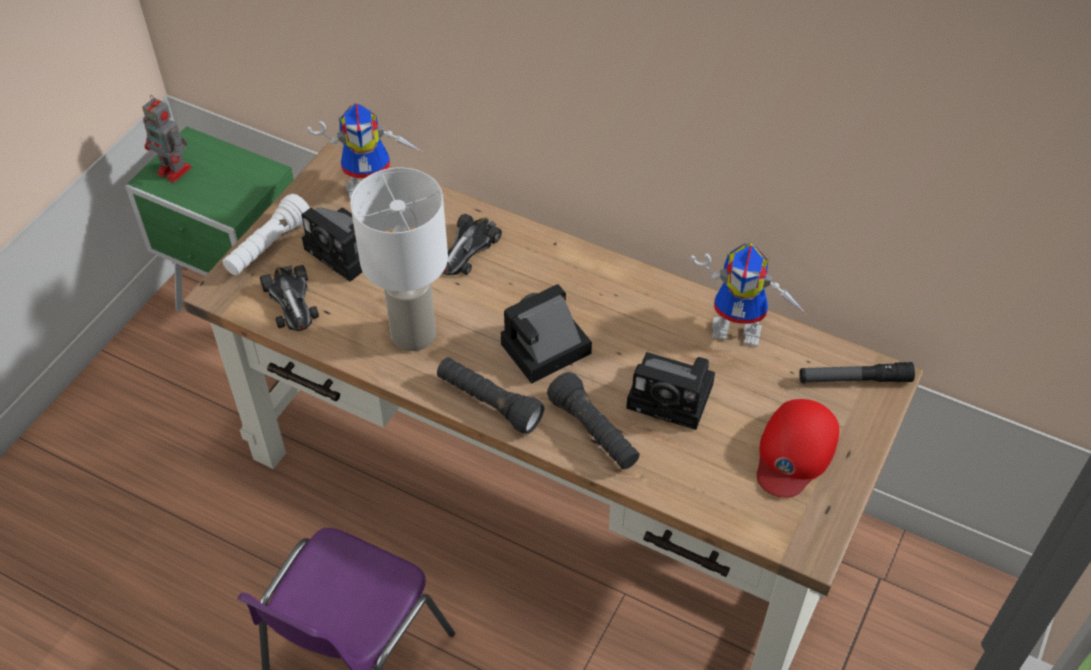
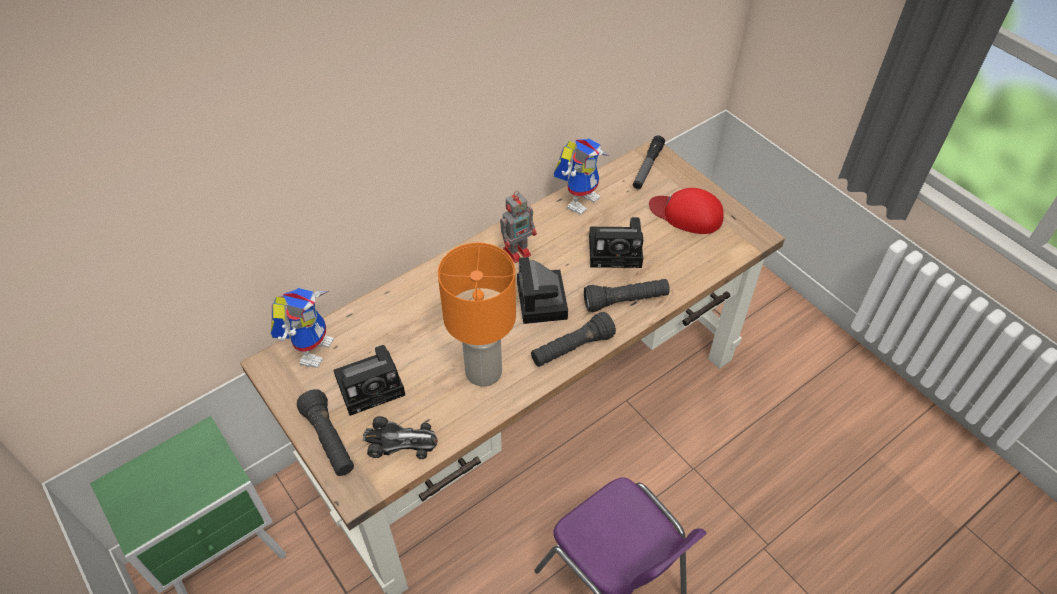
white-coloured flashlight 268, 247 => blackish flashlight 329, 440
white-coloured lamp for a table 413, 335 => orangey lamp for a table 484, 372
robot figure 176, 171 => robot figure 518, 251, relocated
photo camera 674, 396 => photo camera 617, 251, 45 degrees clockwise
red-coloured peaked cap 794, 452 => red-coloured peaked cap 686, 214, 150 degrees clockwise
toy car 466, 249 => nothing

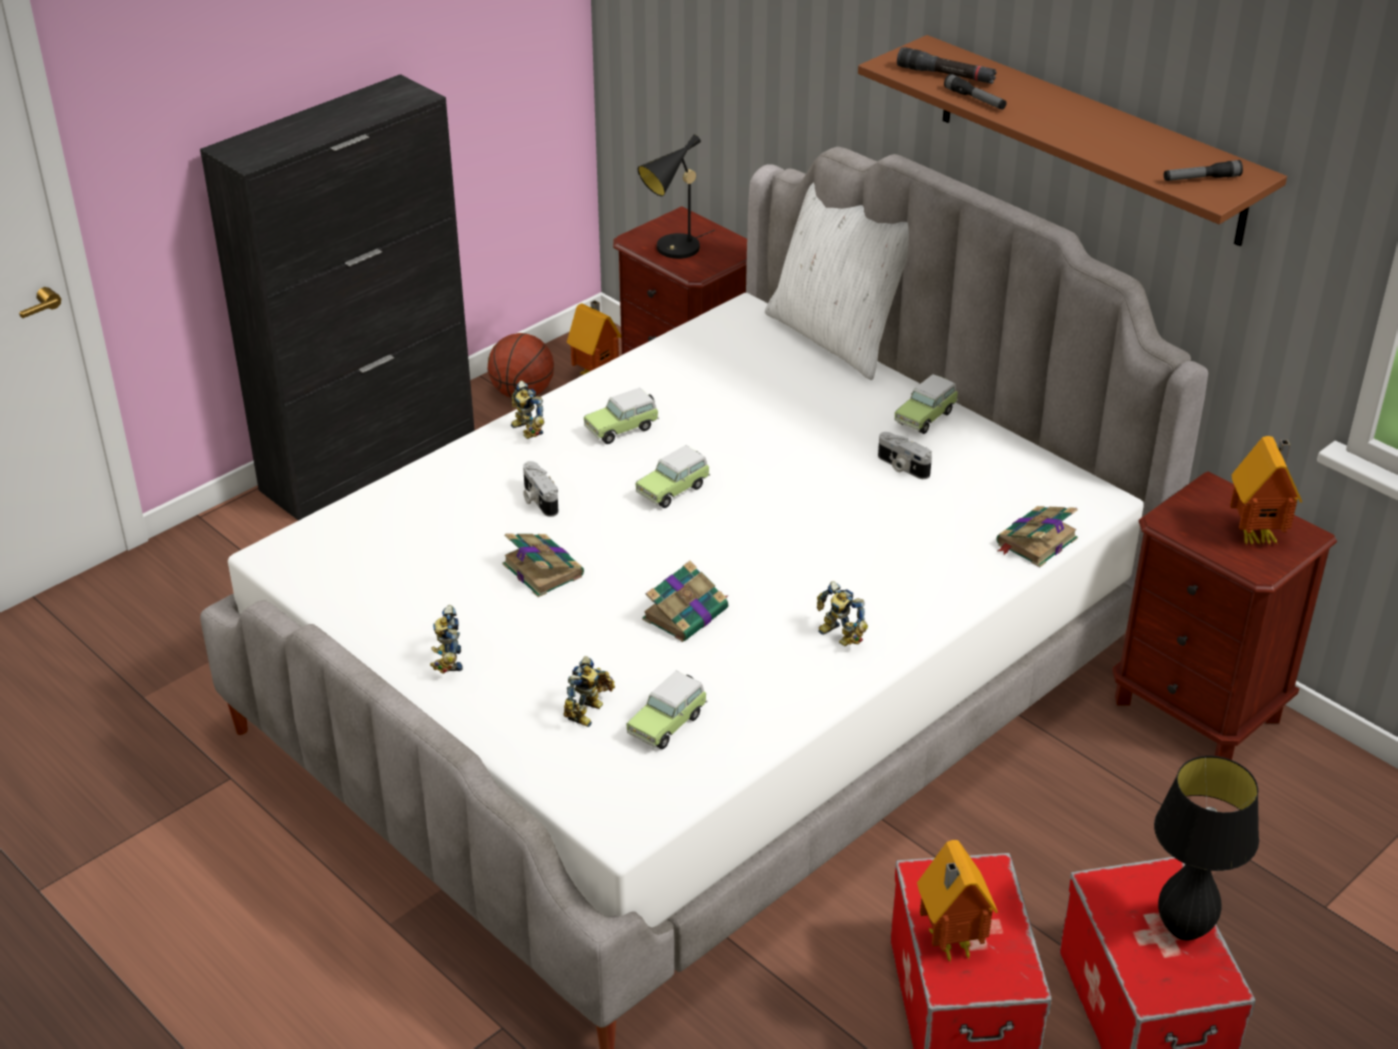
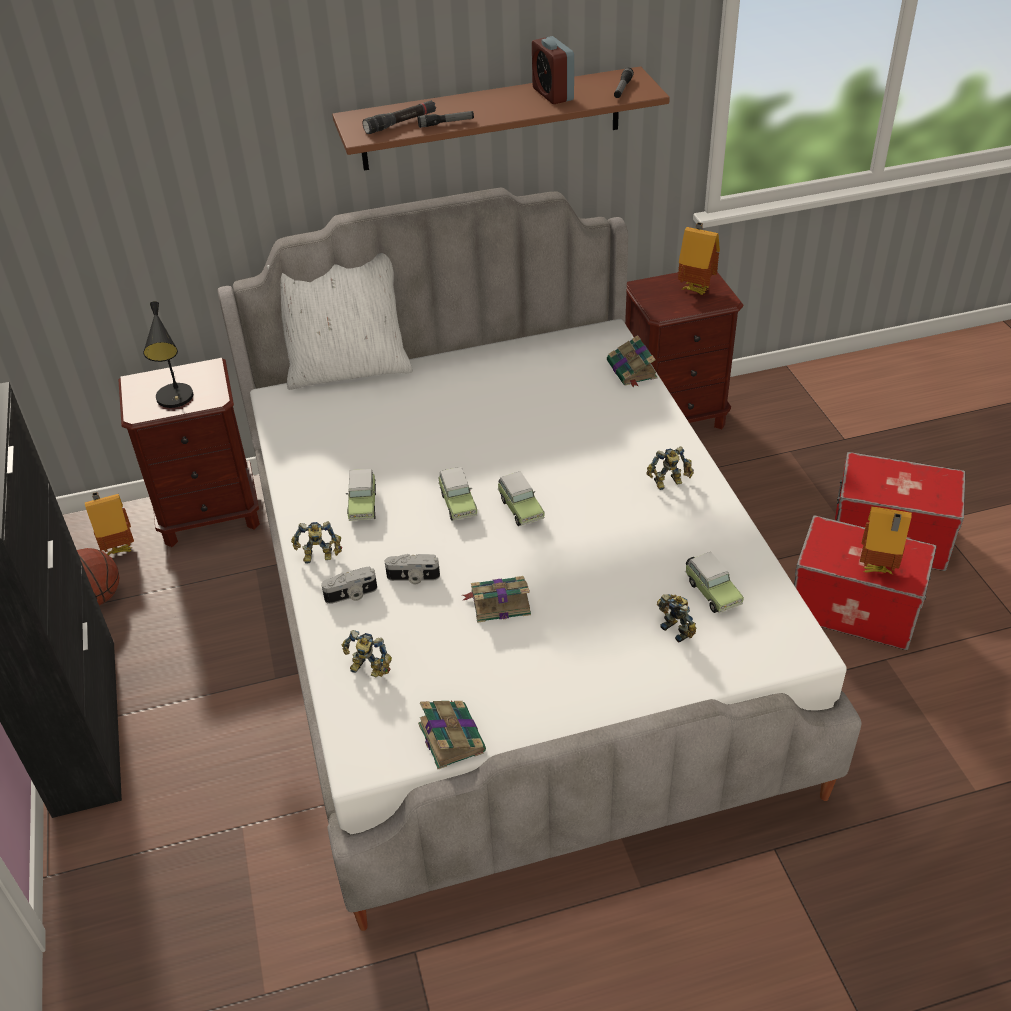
photo camera 901, 467 => photo camera 351, 595, relocated
robot figure 446, 661 => robot figure 367, 670, relocated
book 686, 613 => book 451, 736, relocated
toy car 926, 416 => toy car 520, 508, relocated
nothing => table clock 553, 94
blackish lamp for a table 1183, 930 => nothing

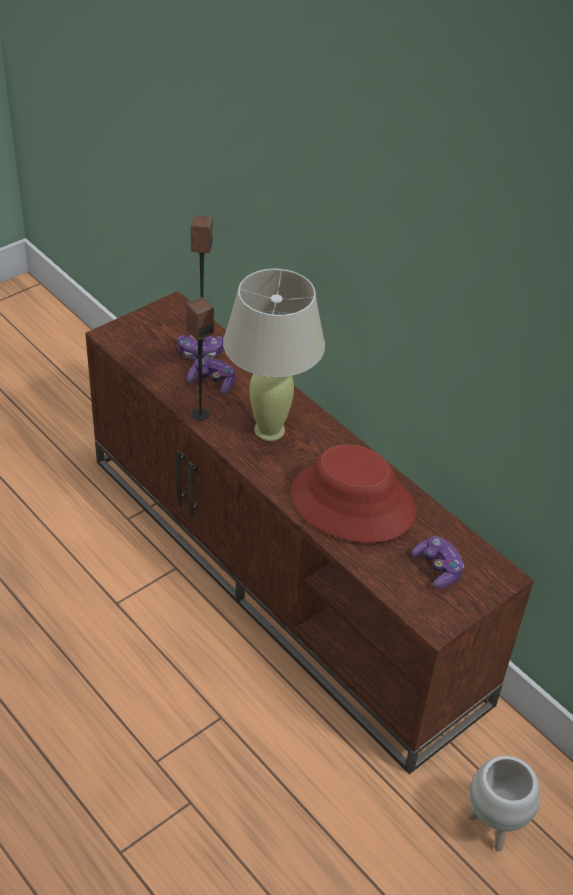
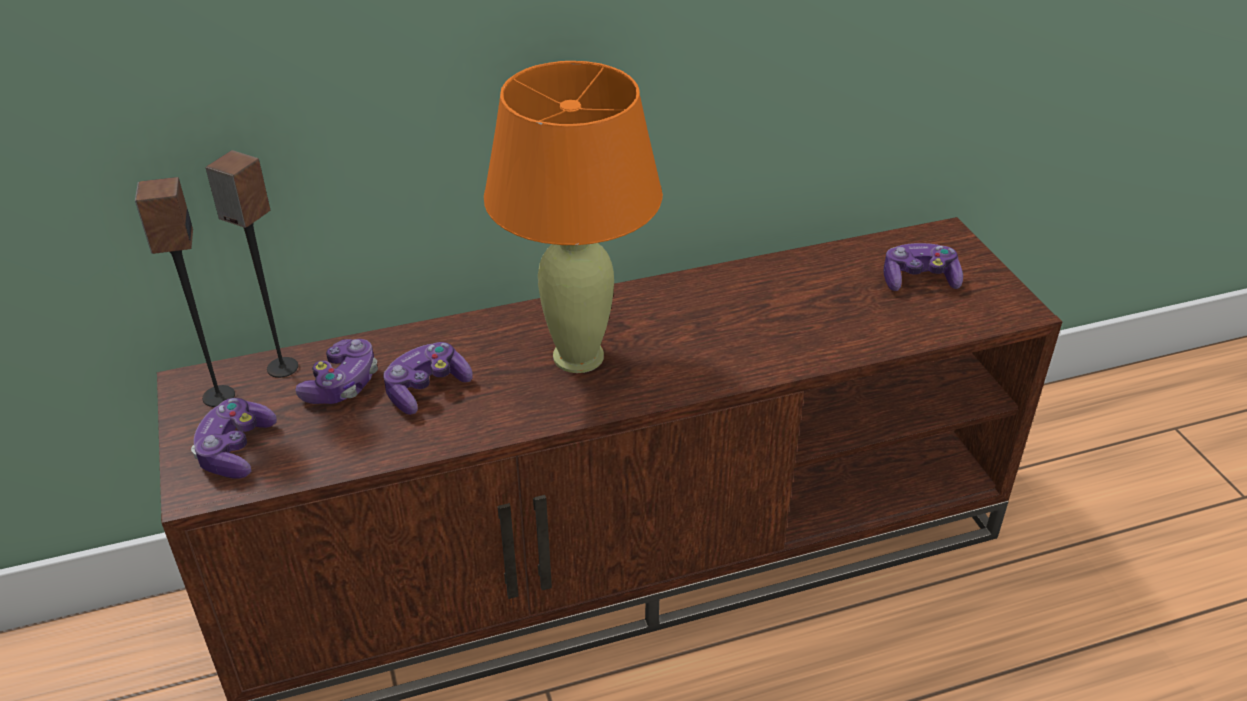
loudspeaker 200, 414 => loudspeaker 218, 396, relocated
nothing => game controller 236, 450
sand-coloured lamp for a table 269, 430 => orangey lamp for a table 577, 356
red-coloured hat 352, 503 => nothing
white-coloured flower pot 494, 827 => nothing

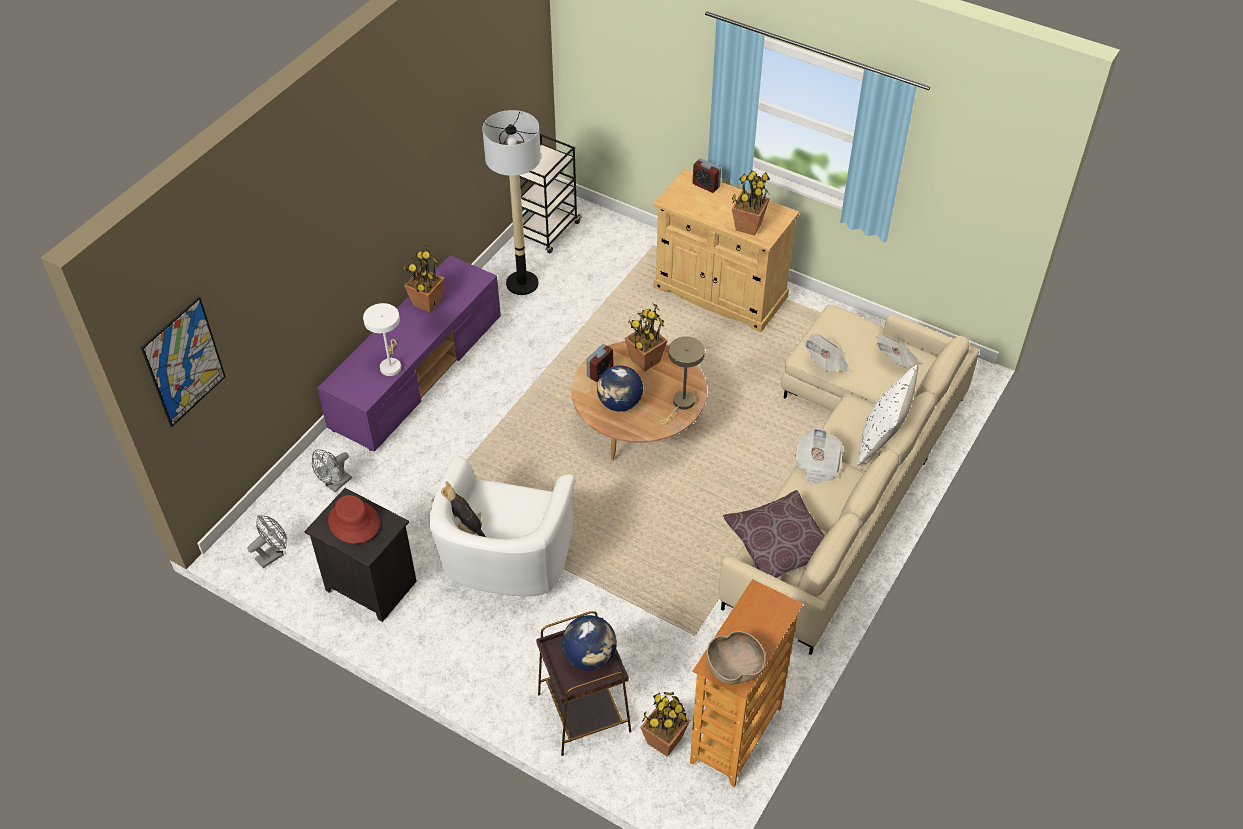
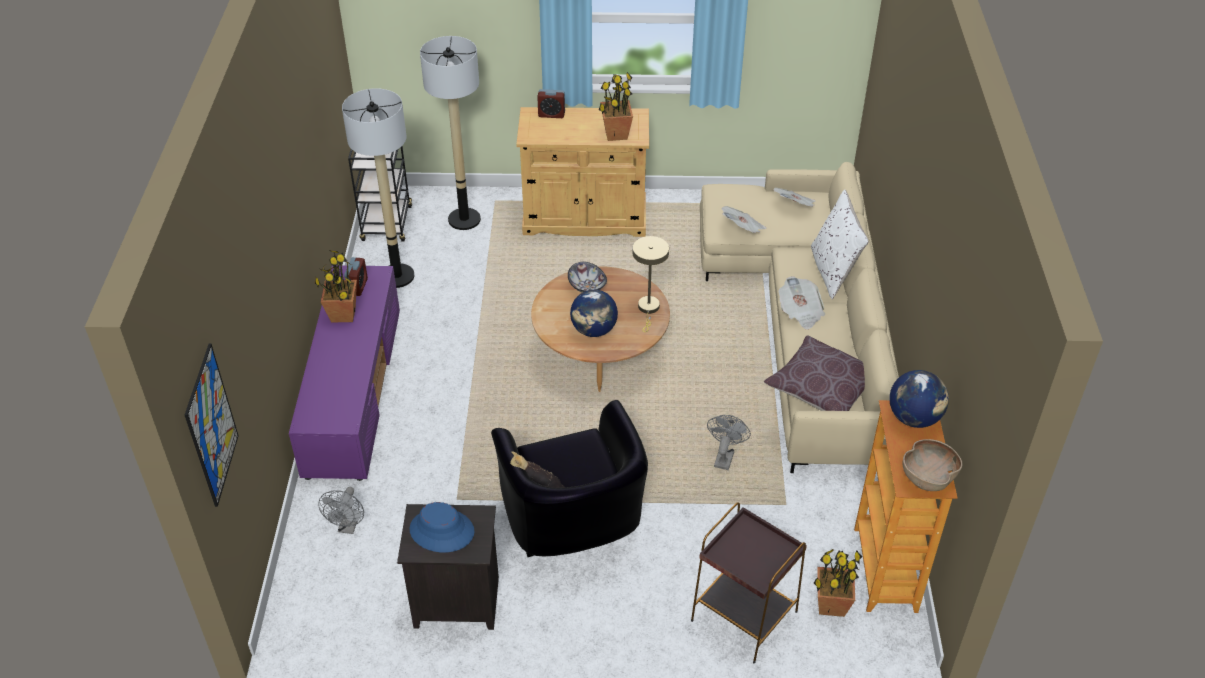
table clock 600, 372 => table clock 357, 287, relocated
red-coloured hat 353, 522 => bluish hat 441, 531
nothing => standard lamp 464, 219
white-coloured lounge chair 505, 567 => blackish lounge chair 574, 525
plant in a pot 645, 361 => bowl 587, 286
greyish electric fan 273, 554 => greyish electric fan 724, 456, relocated
globe 590, 657 => globe 914, 418, relocated
white-coloured lamp for a table 390, 365 => nothing

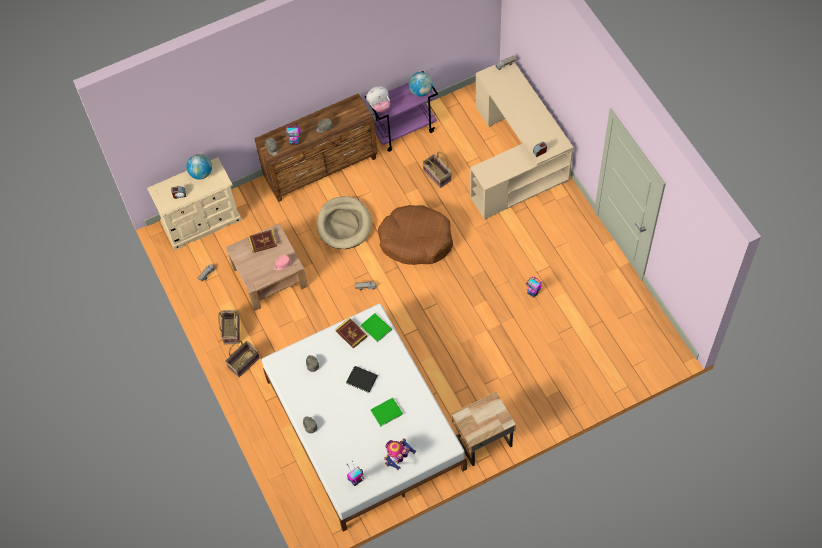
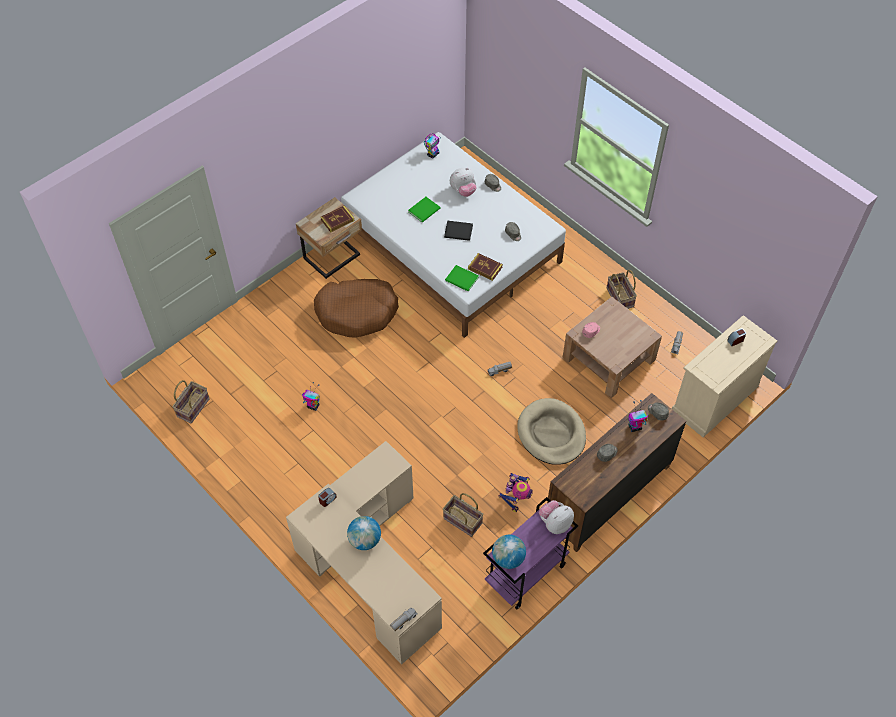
household basket 244, 363 => household basket 192, 407, relocated
brownish pet bed 416, 240 => brownish pet bed 357, 312, relocated
book 263, 242 => book 337, 220, relocated
globe 201, 173 => globe 365, 540, relocated
nothing => plush toy 463, 191
robot figure 398, 459 => robot figure 516, 498, relocated

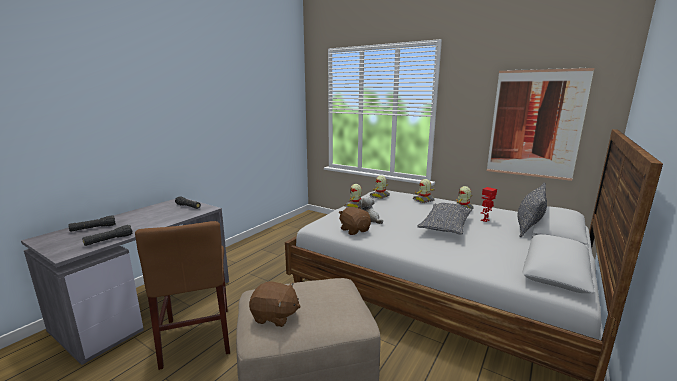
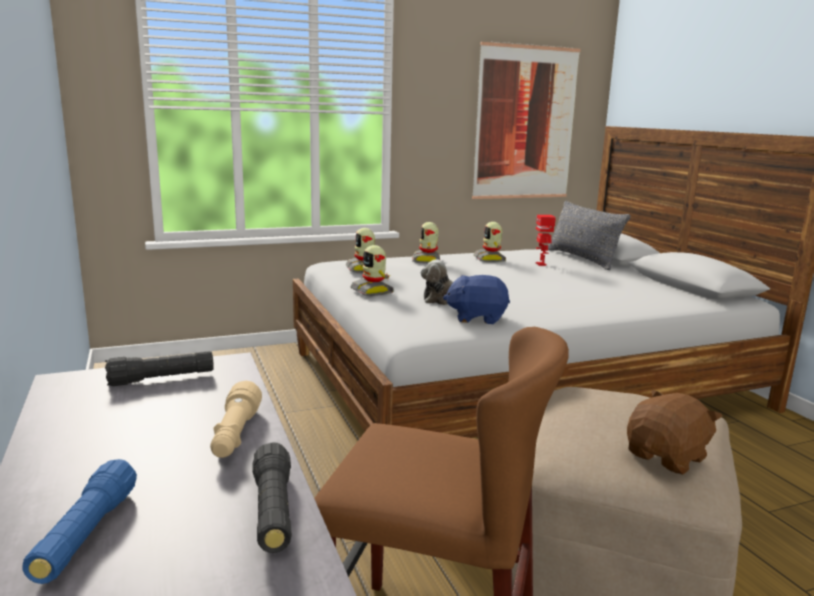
blackish flashlight 93, 228 => bluish flashlight 86, 535
nothing => sand-coloured flashlight 235, 435
brownish plush toy 354, 230 => bluish plush toy 477, 318
greyish cushion 445, 226 => nothing

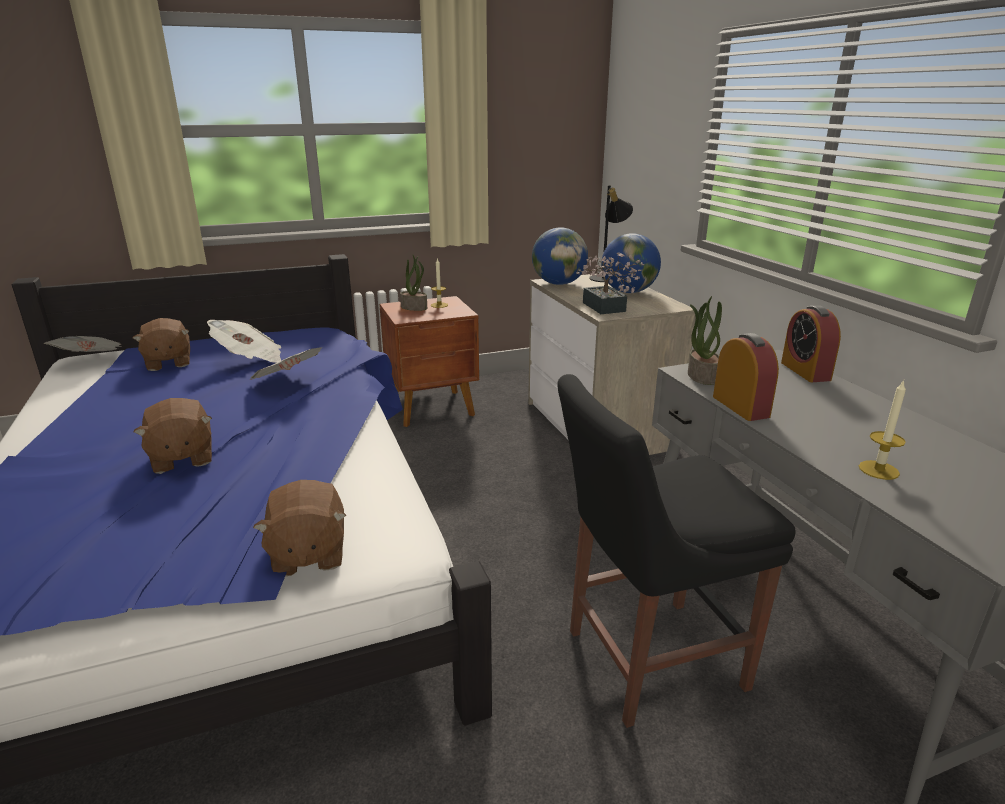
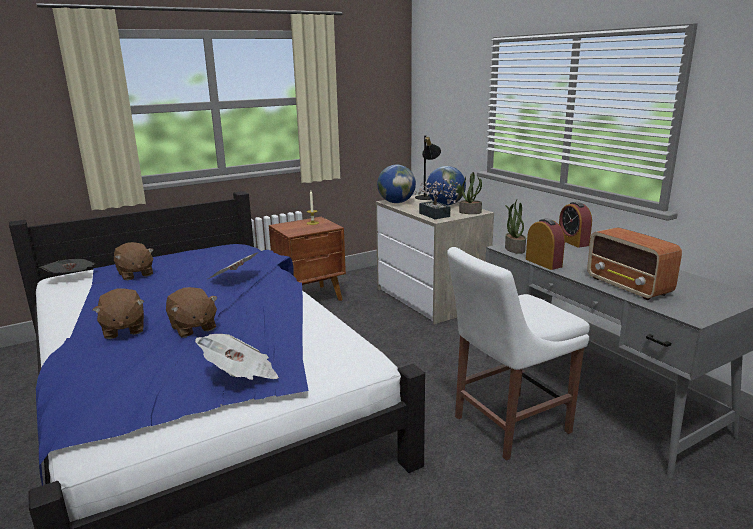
brownish plush toy 307, 554 => brownish plush toy 123, 329, relocated
printed paper 250, 358 => printed paper 241, 375, relocated
blackish upright chair 646, 660 => white-coloured upright chair 506, 425
plant in a pot 414, 307 => plant in a pot 470, 212, relocated
candle 878, 470 => radio receiver 628, 286

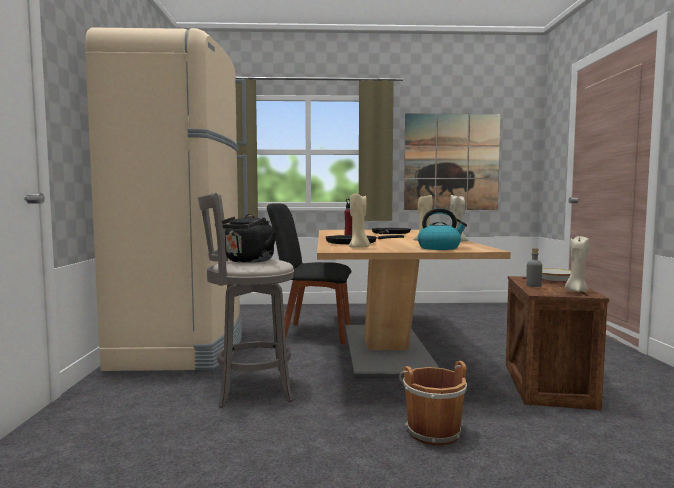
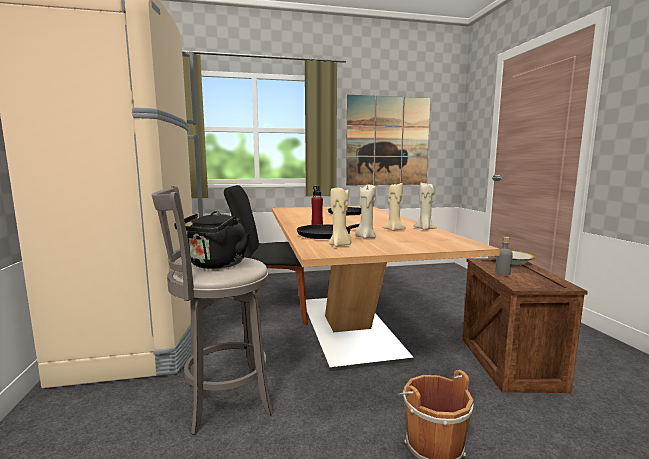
sand-coloured candle 576, 291 => sand-coloured candle 365, 237, relocated
tea kettle 439, 248 => nothing

